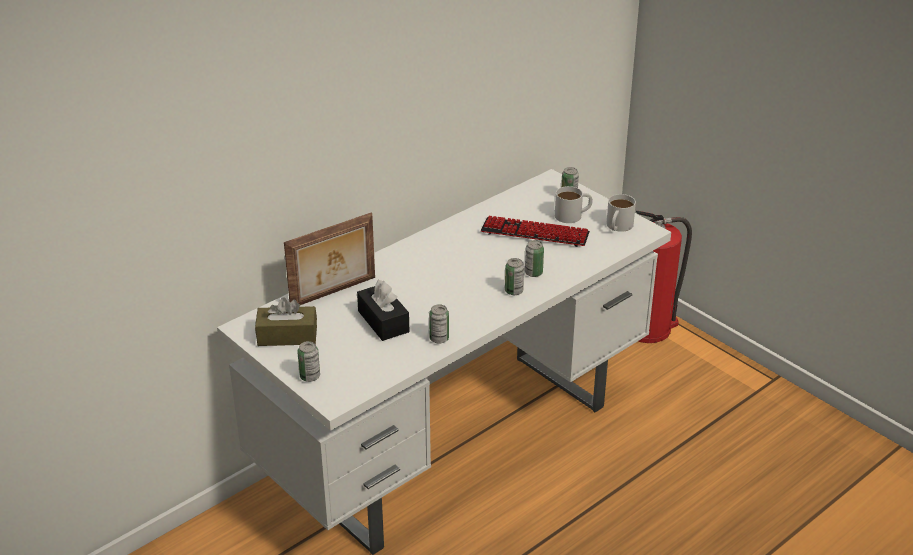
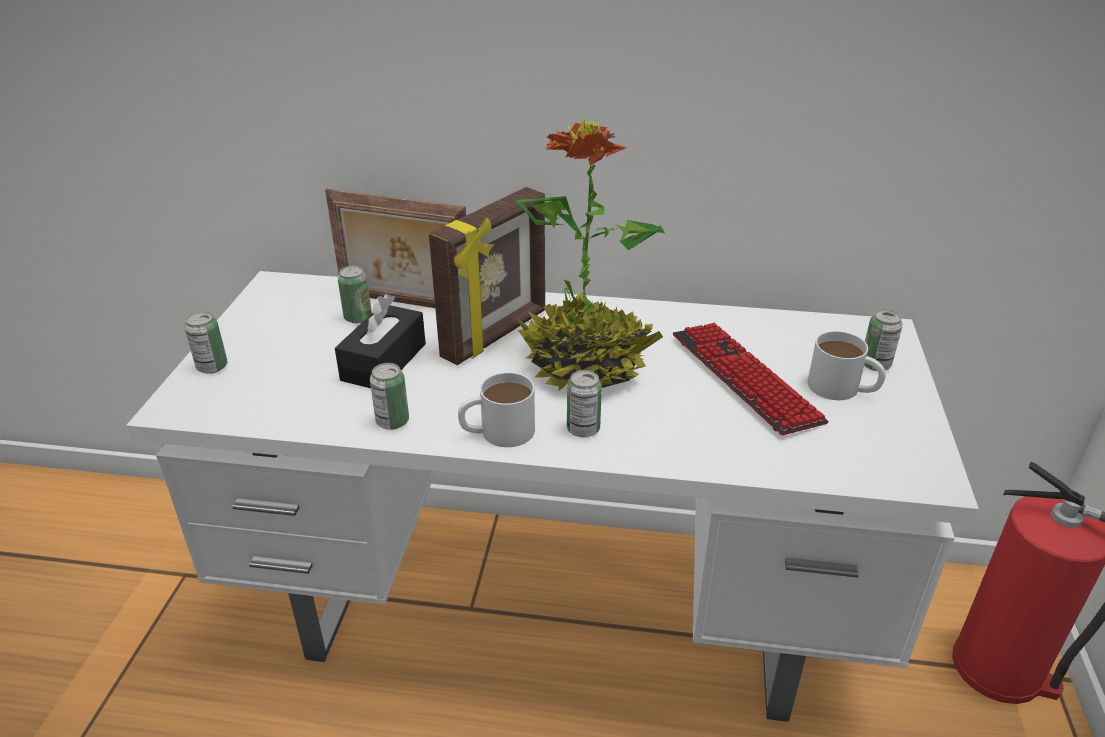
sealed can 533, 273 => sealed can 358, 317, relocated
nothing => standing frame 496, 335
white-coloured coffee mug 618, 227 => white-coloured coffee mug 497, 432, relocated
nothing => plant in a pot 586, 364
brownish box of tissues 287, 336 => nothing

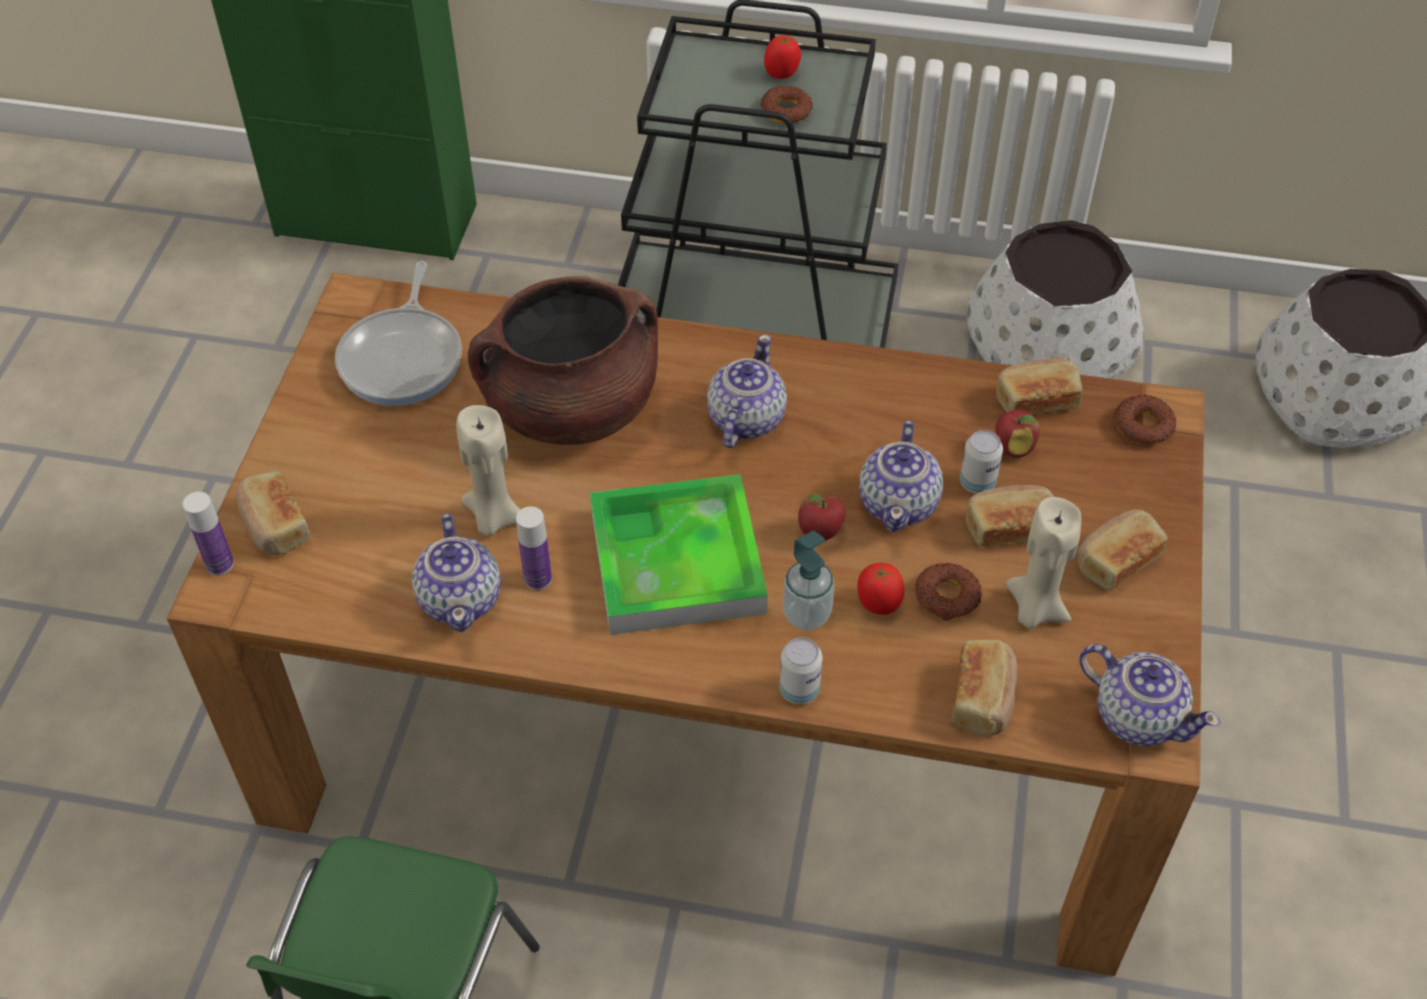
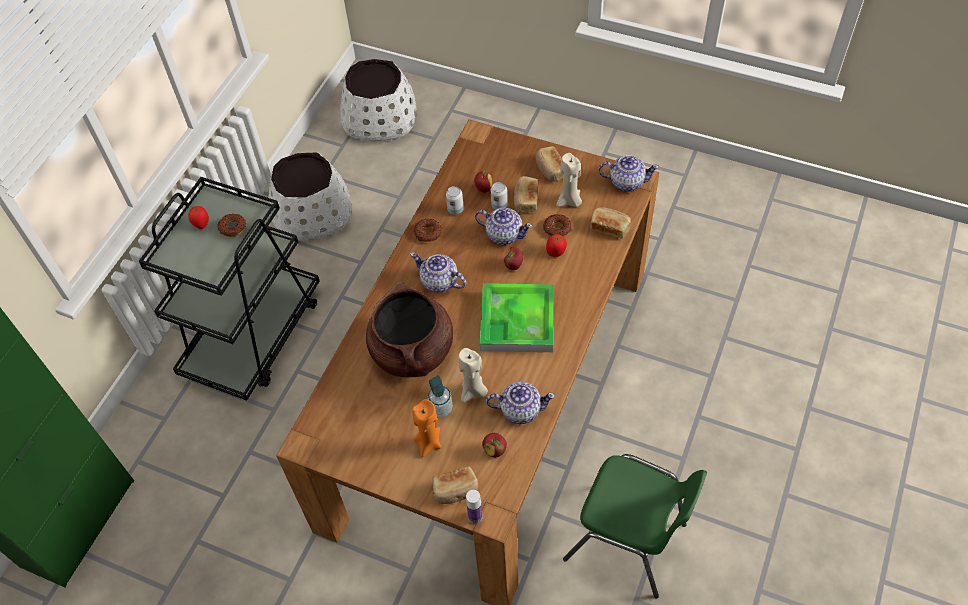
nothing => orangey candle 428, 443
doughnut 1143, 426 => doughnut 428, 233, relocated
soap bottle 806, 614 => soap bottle 441, 409, relocated
sealed can 799, 690 => sealed can 455, 209, relocated
nothing => whole apple 495, 450
tea pot 1137, 716 => tea pot 626, 182, 45 degrees clockwise
skillet 404, 358 => nothing
beverage bottle 538, 579 => nothing
bread 1036, 399 => nothing

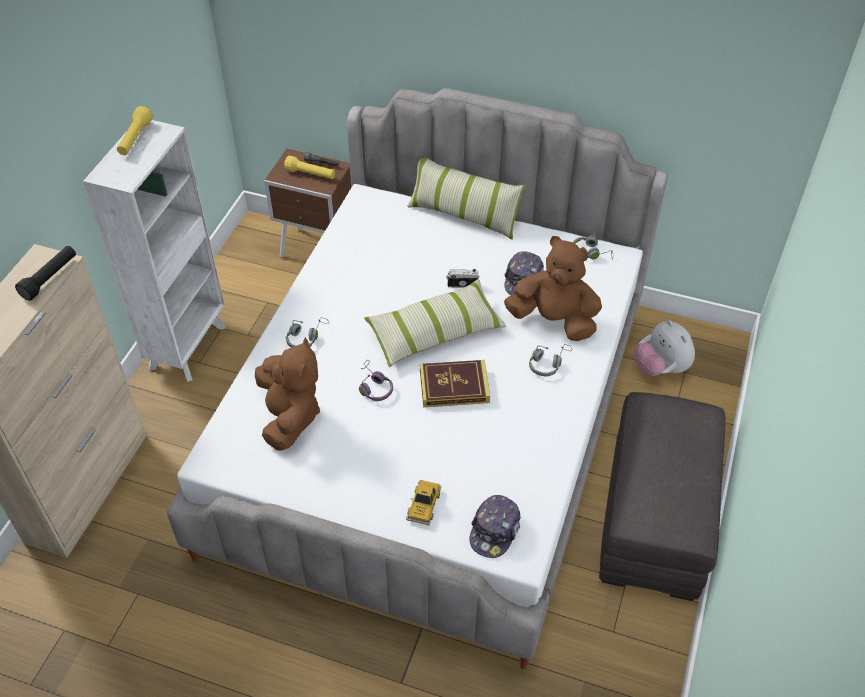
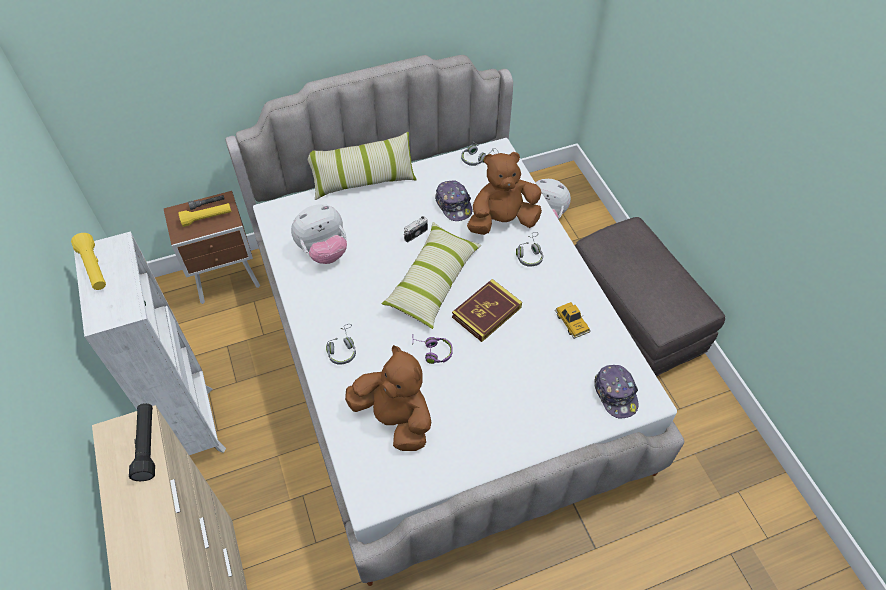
nothing => plush toy 323, 251
toy car 424, 505 => toy car 572, 322, relocated

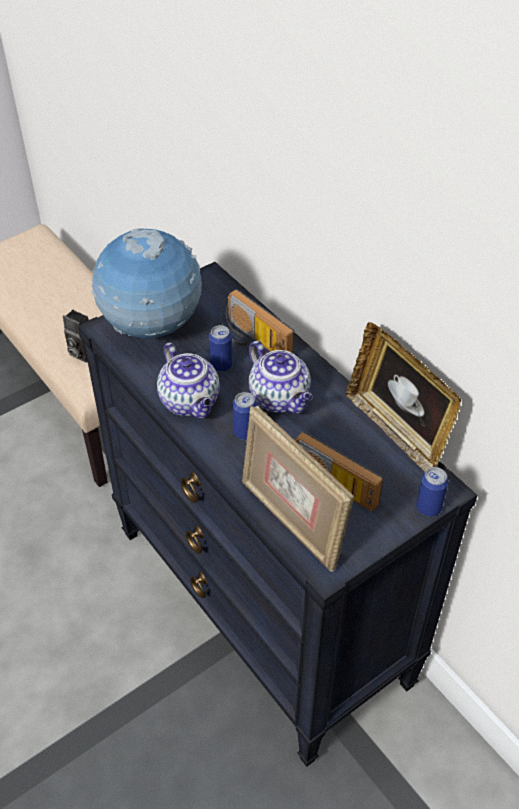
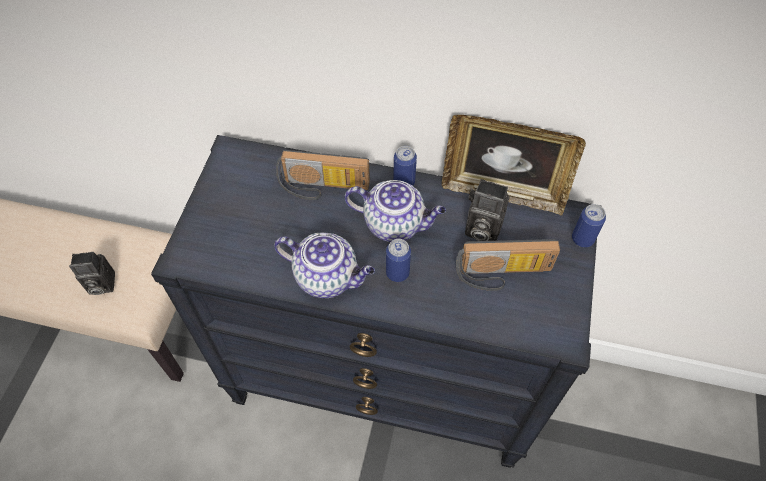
sealed can 221, 365 => sealed can 404, 182, relocated
nothing => photo camera 480, 229
globe 152, 328 => nothing
standing frame 291, 521 => nothing

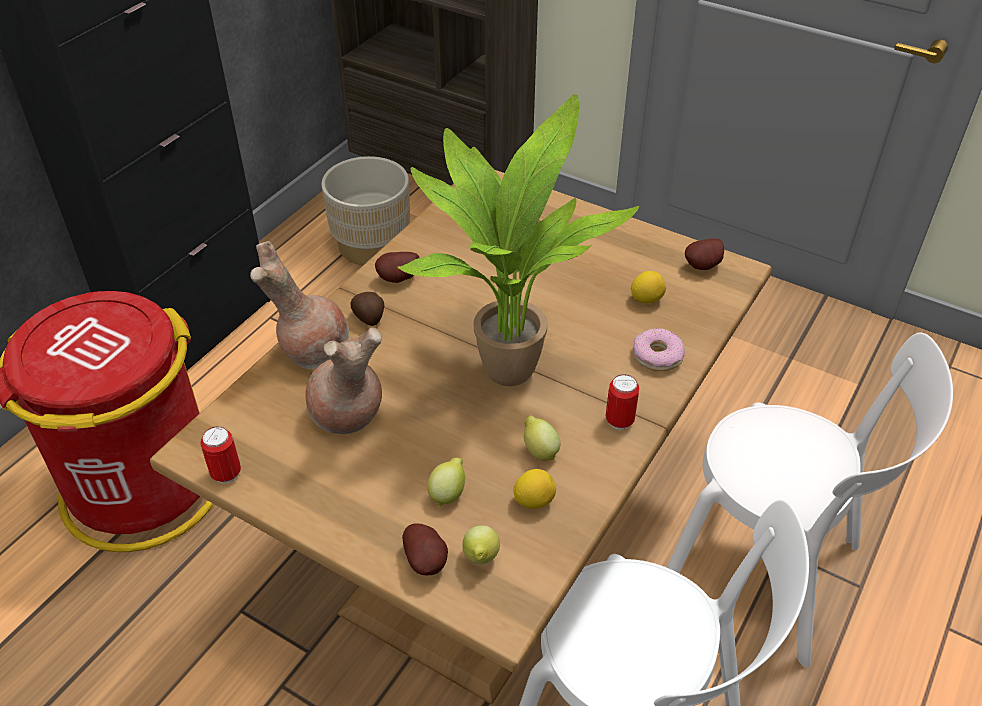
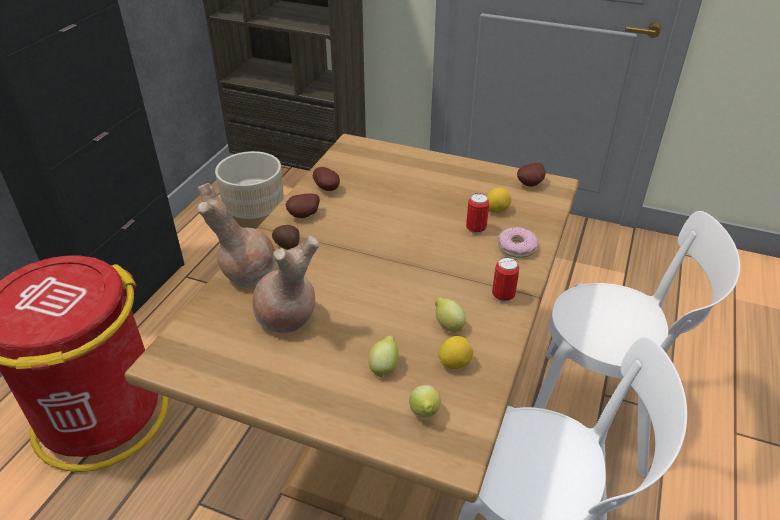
potato 427, 561 => potato 328, 189, relocated
sealed can 226, 473 => sealed can 476, 229, relocated
plant in a pot 504, 366 => nothing

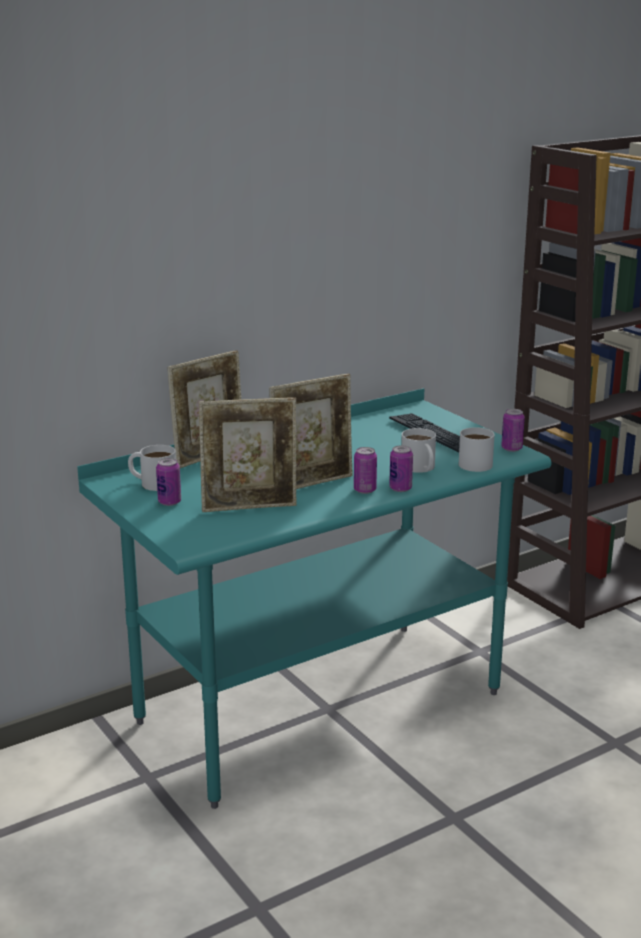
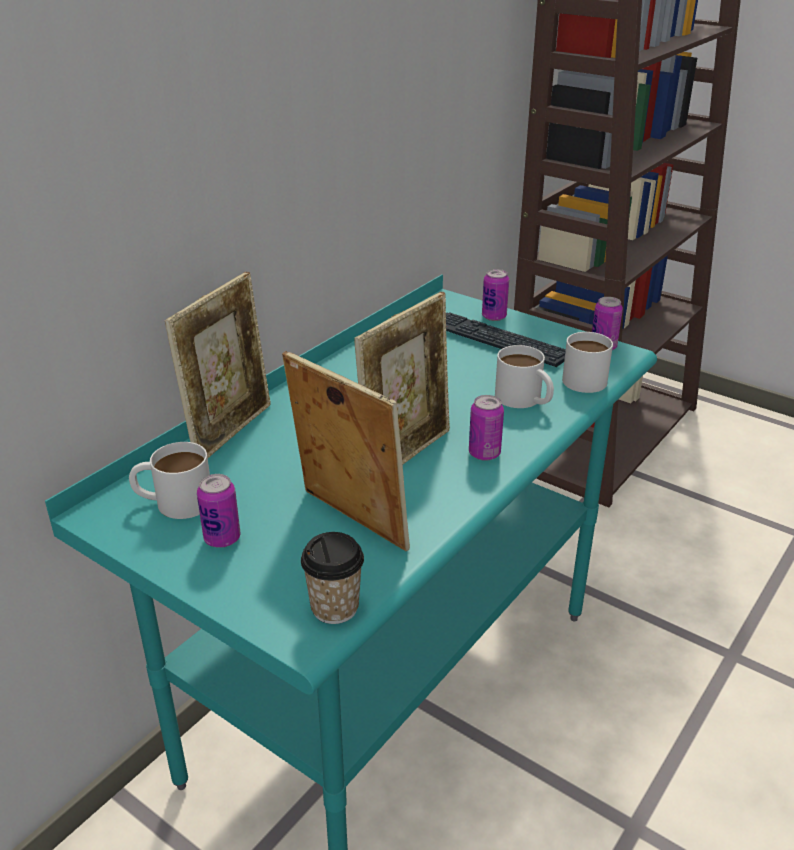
standing frame 250, 507 => standing frame 349, 522, 105 degrees counterclockwise
nothing => small cup 334, 607
sealed can 400, 488 => sealed can 494, 317, relocated

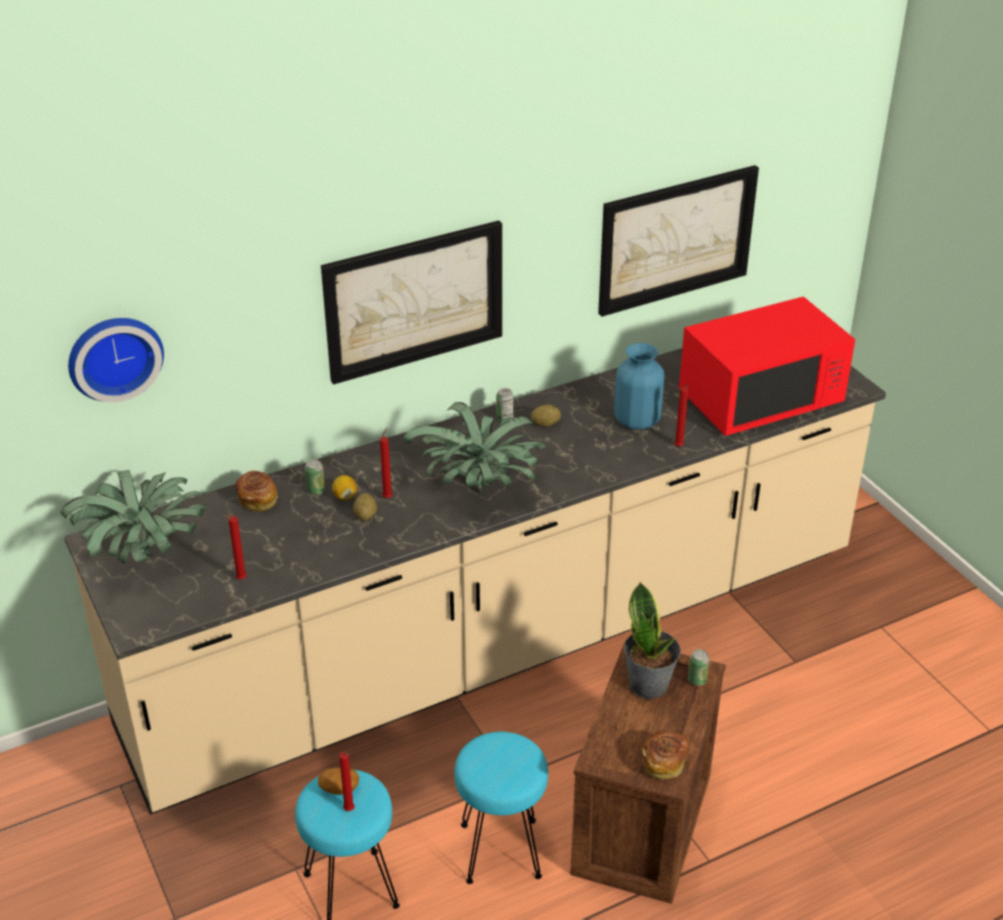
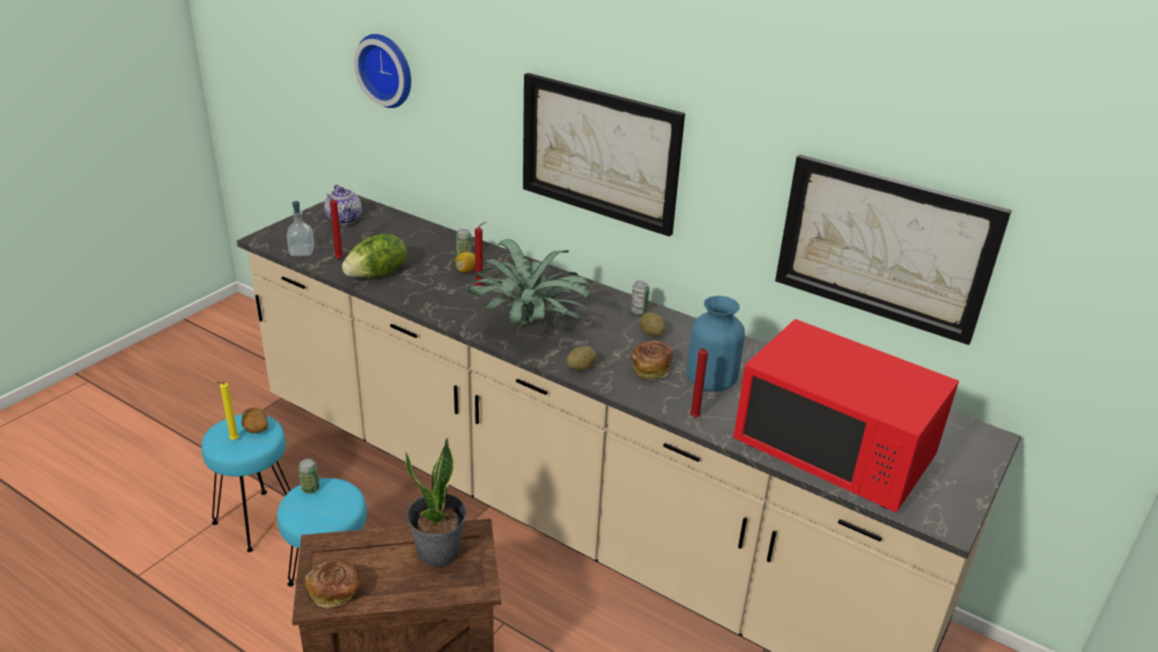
red-coloured candle 349, 811 => yellowish candle 233, 440
nothing => soap bottle 302, 252
sealed can 697, 680 => sealed can 310, 489, relocated
plant in a pot 143, 553 => tea pot 344, 219
nothing => lettuce head 377, 274
potato 365, 515 => potato 581, 367, relocated
bread 257, 499 => bread 651, 368, relocated

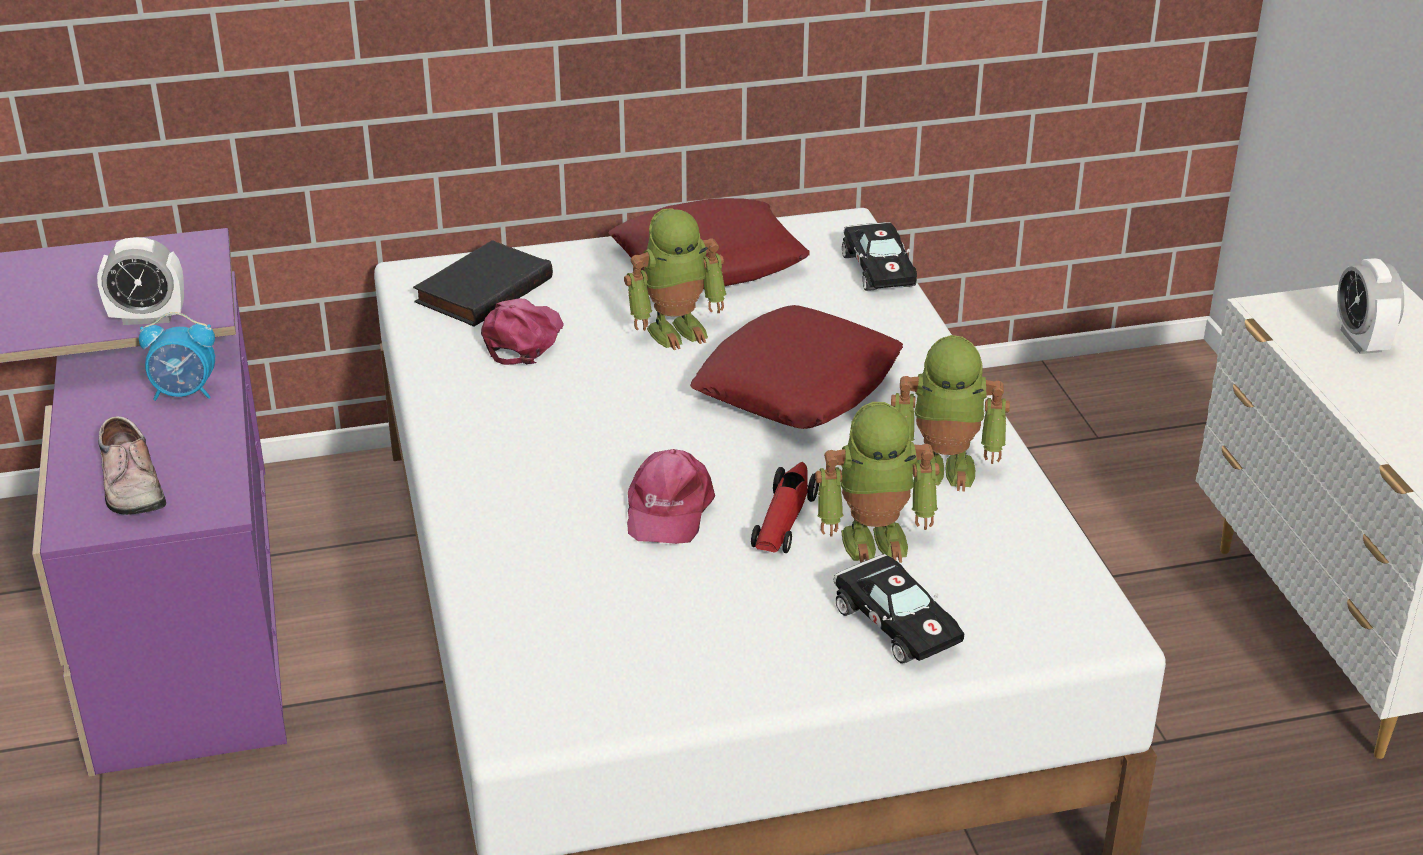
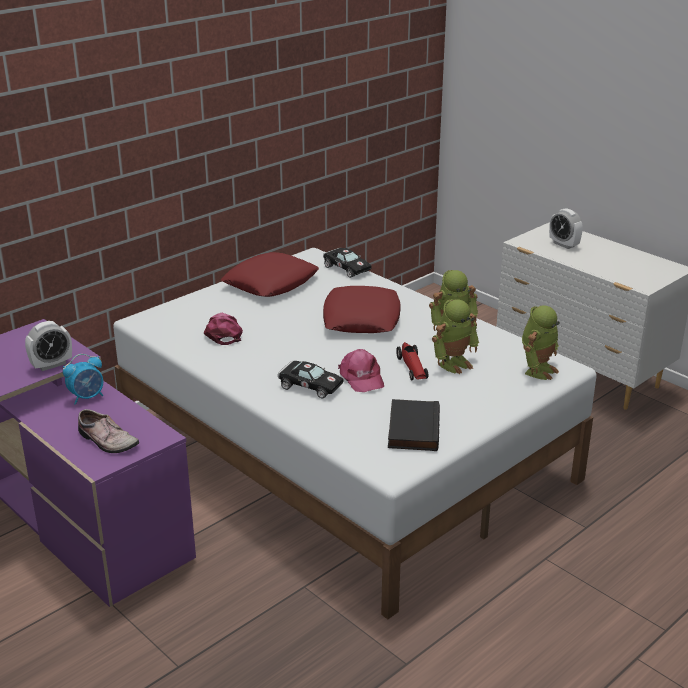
blackish toy car 894, 622 => blackish toy car 308, 386, relocated
blackish book 482, 289 => blackish book 412, 428, relocated
robot figure 676, 329 => robot figure 537, 370, relocated

